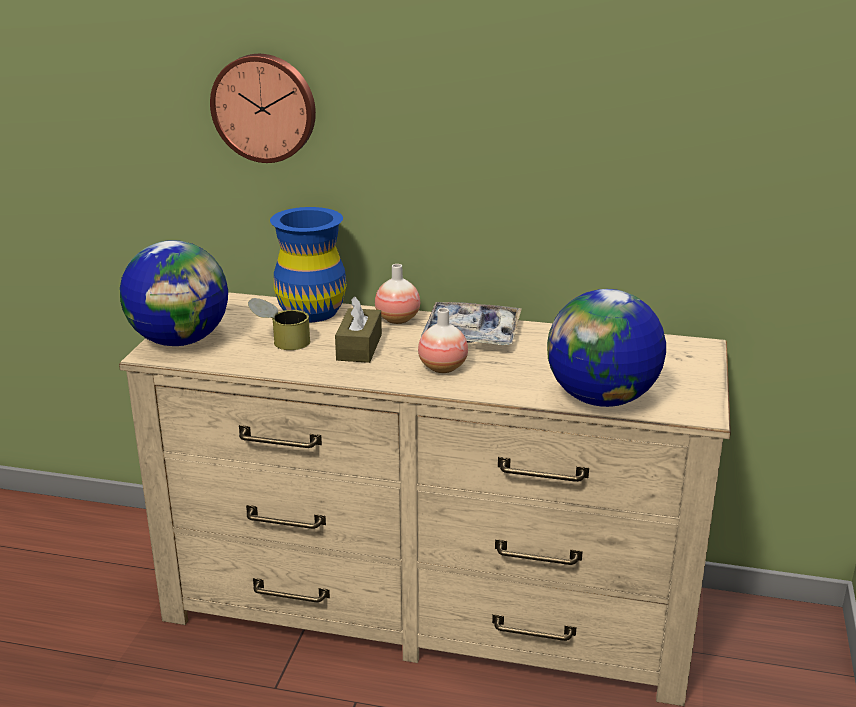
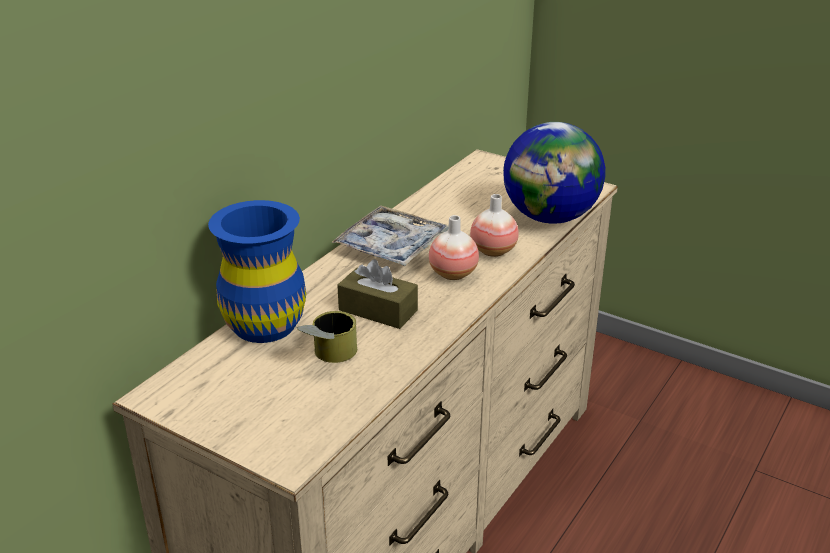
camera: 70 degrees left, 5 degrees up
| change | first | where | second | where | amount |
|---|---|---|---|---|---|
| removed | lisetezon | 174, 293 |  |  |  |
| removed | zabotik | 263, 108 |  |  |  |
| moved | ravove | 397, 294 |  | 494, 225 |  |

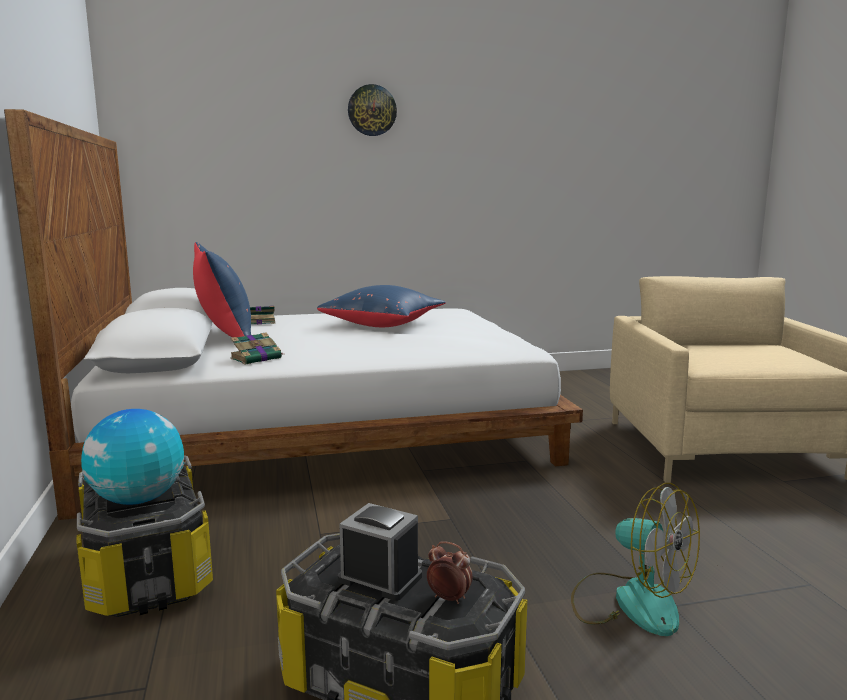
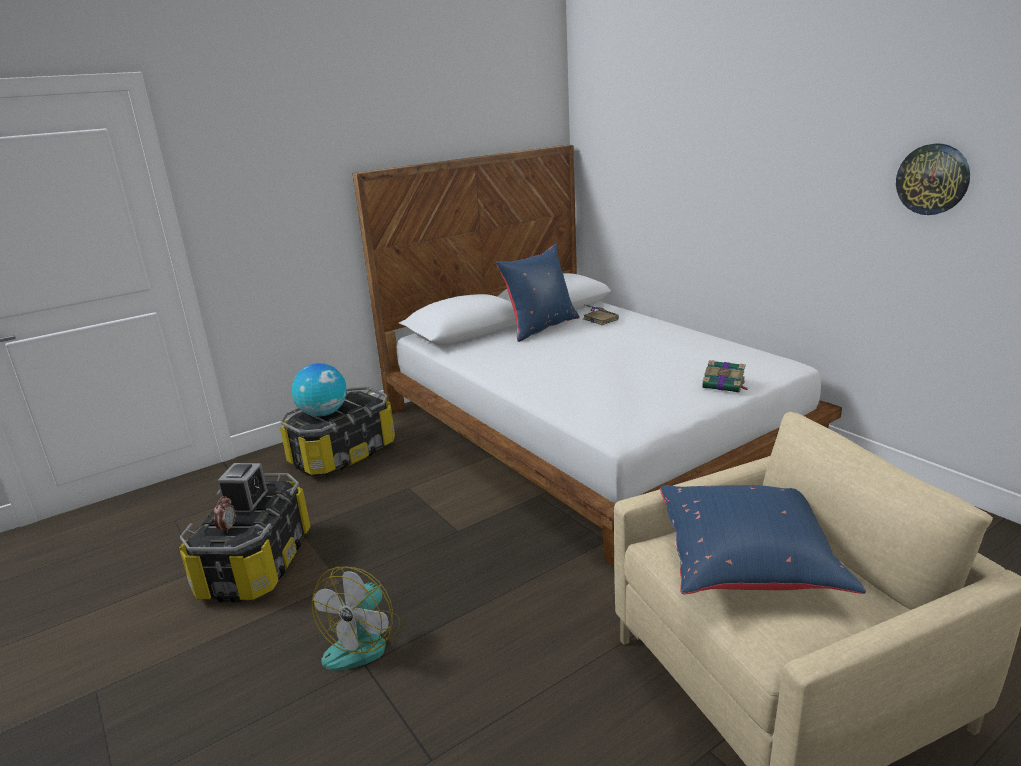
camera: 70 degrees right, 10 degrees up
| change | first | where | second | where | amount |
|---|---|---|---|---|---|
| moved | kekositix | 256, 348 |  | 724, 376 |  |
| moved | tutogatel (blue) | 381, 306 |  | 763, 539 |  |
| moved | zabotik | 372, 110 |  | 933, 179 |  |

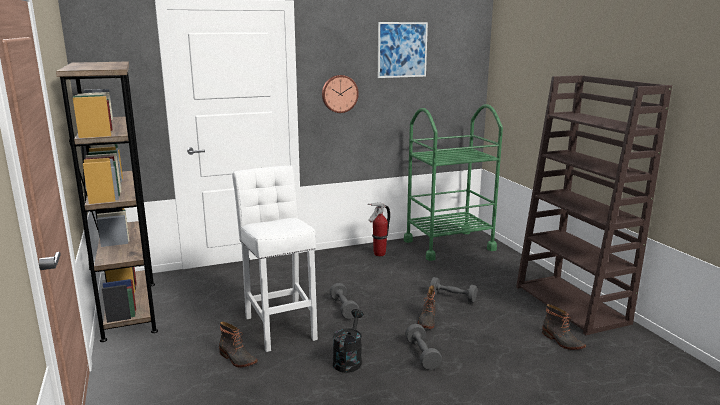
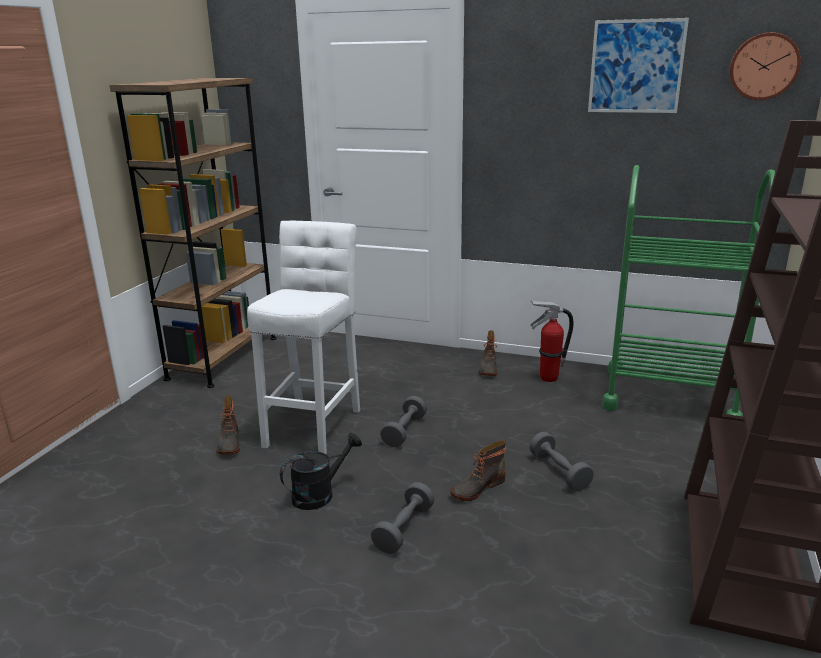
camera: 40 degrees right, 5 degrees up
| change | first | where | second | where | amount |
|---|---|---|---|---|---|
| moved | zabotik | 340, 94 |  | 765, 66 |  |
| moved | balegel | 564, 327 |  | 488, 353 |  |

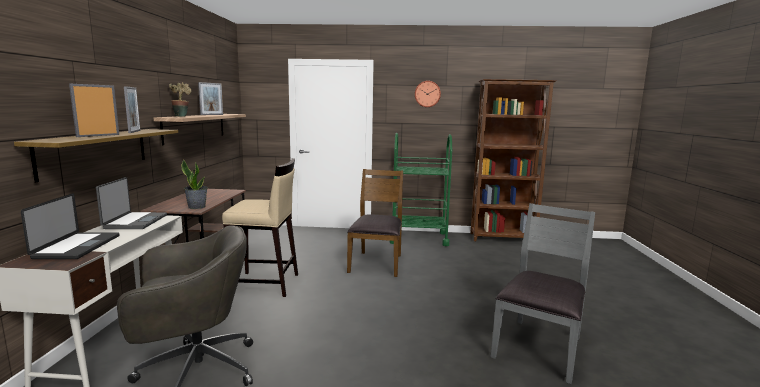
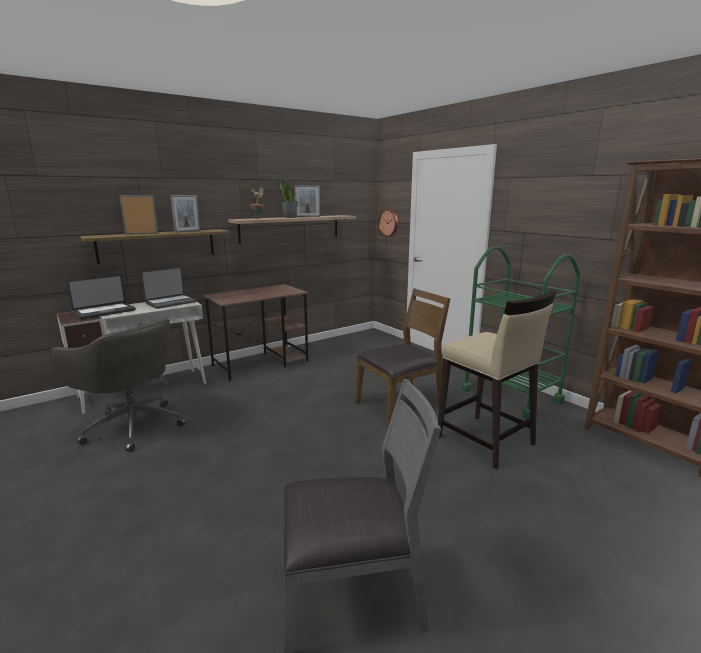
camera: 50 degrees right, 5 degrees up
| change | first | where | second | where | amount |
|---|---|---|---|---|---|
| moved | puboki | 194, 184 |  | 289, 198 |  |
| moved | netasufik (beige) | 260, 227 |  | 497, 379 |  |
| moved | zabotik | 428, 94 |  | 388, 223 |  |

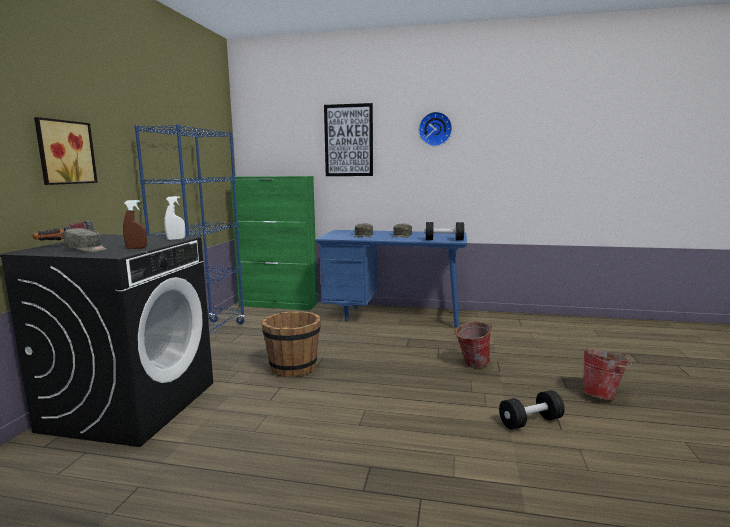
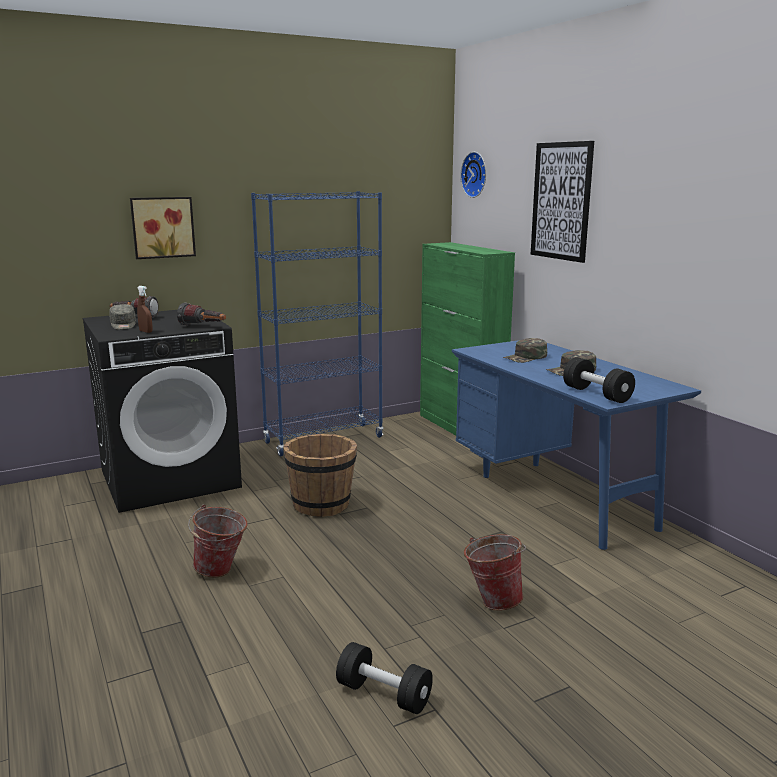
camera: 50 degrees right, 5 degrees up
| change | first | where | second | where | amount |
|---|---|---|---|---|---|
| moved | zabotik | 435, 129 |  | 473, 175 |  |
| moved | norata | 607, 374 |  | 218, 541 |  |
| replaced | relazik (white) | 174, 218 | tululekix | 201, 314 |  |

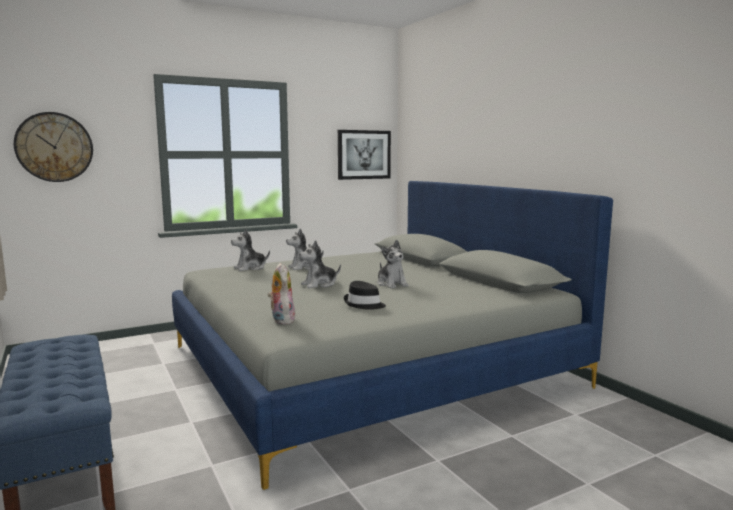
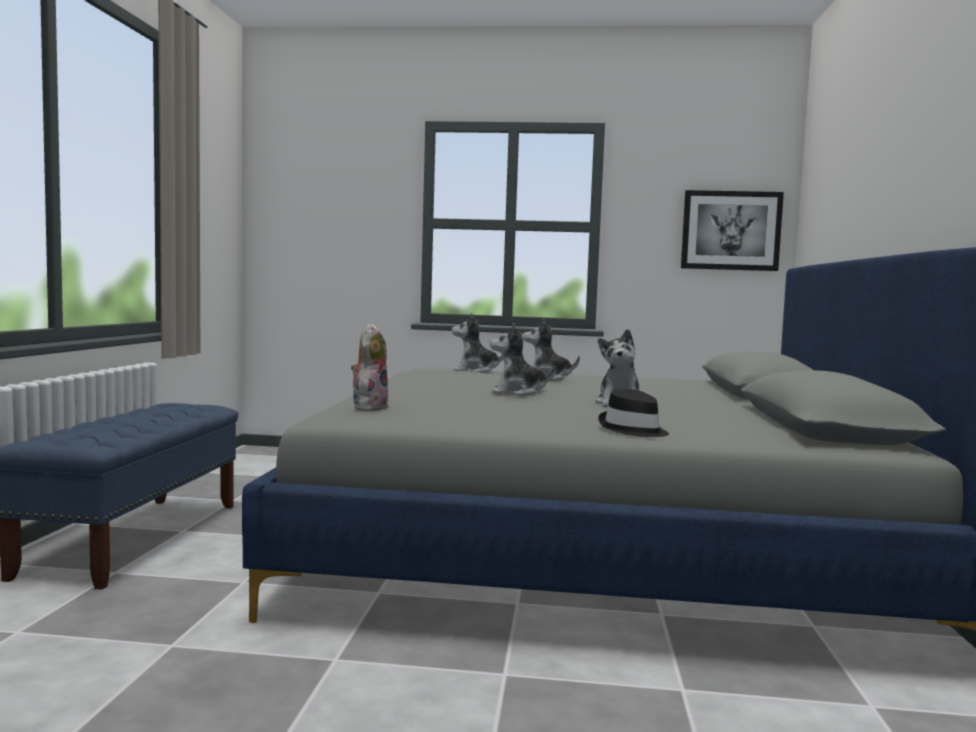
camera: 35 degrees right, 5 degrees down
| change | first | where | second | where | amount |
|---|---|---|---|---|---|
| removed | zabotik | 53, 147 |  |  |  |
| moved | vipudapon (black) | 365, 295 |  | 633, 413 |  |

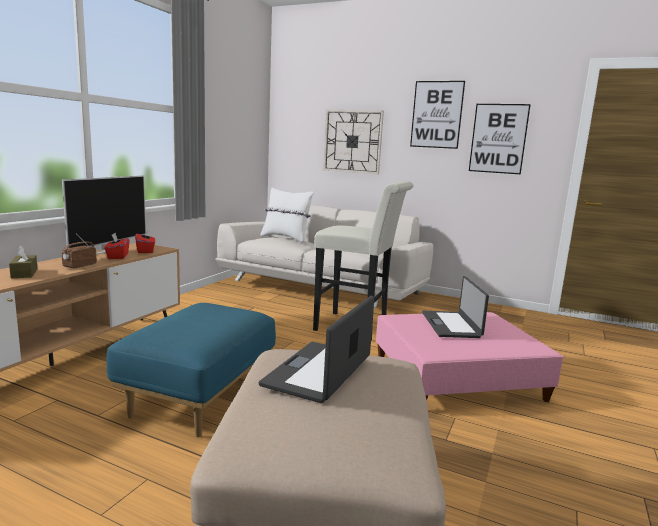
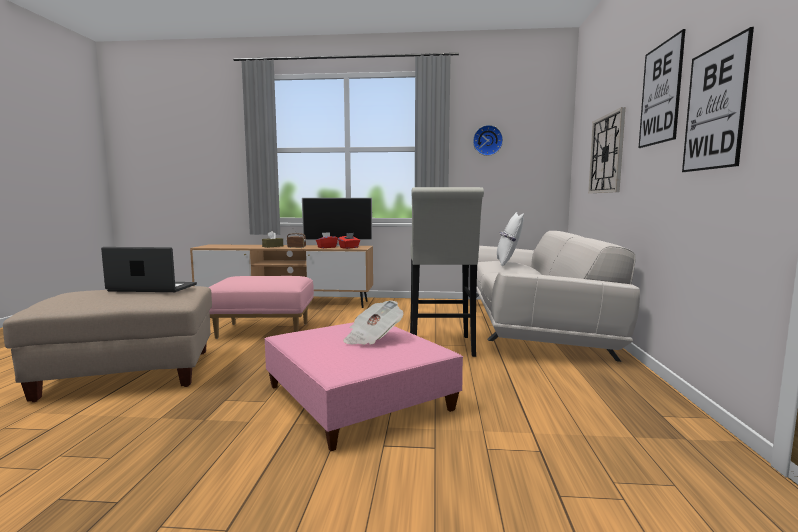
camera: 70 degrees right, 5 degrees down
| change | first | where | second | where | amount |
|---|---|---|---|---|---|
| added |  |  | zabotik | 488, 140 |  |
| replaced | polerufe | 455, 307 | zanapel | 373, 322 |  |
| recoloured | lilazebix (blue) | 191, 370 | lilazebix (pink) | 261, 307 |  |

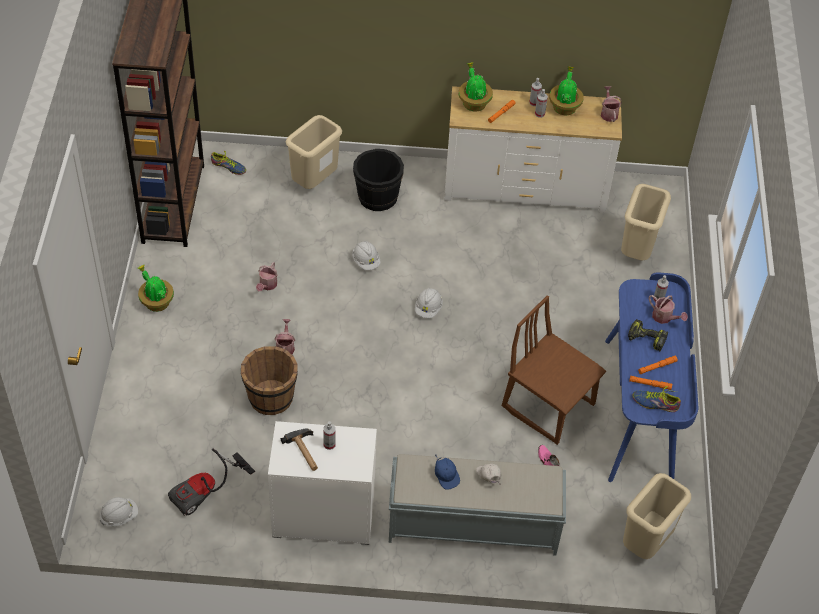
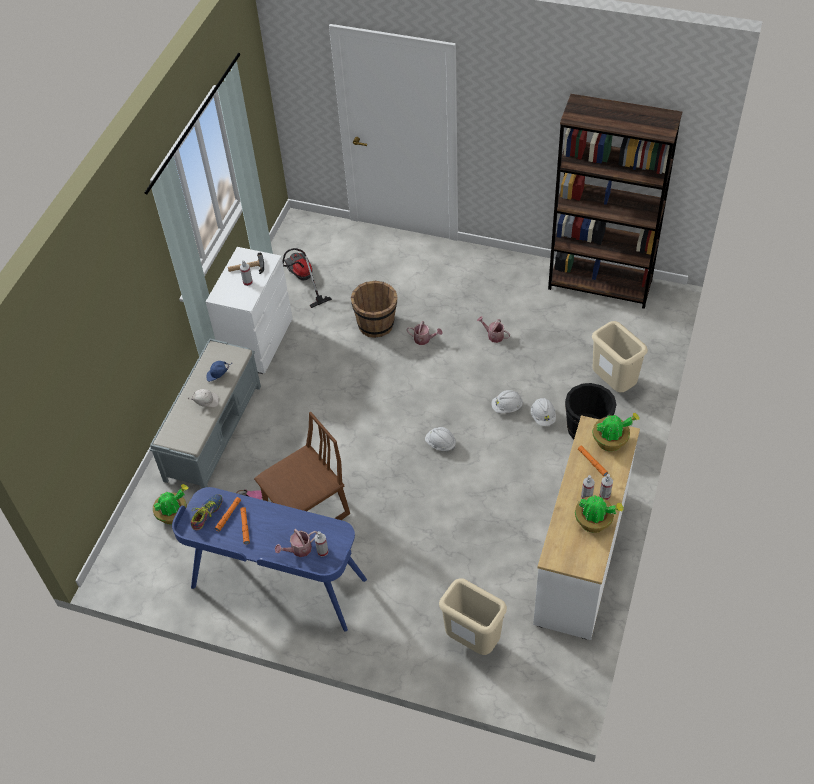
camera: 110 degrees right, 0 degrees up
| change | first | where | second | where | amount |
|---|---|---|---|---|---|
| removed | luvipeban | 228, 163 |  |  |  |
| removed | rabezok | 611, 104 |  |  |  |
| removed | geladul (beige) | 657, 516 |  |  |  |
| removed | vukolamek | 648, 335 |  |  |  |
| moved | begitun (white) | 118, 511 |  | 543, 412 |  |
| moved | puboki | 156, 288 |  | 170, 504 |  |

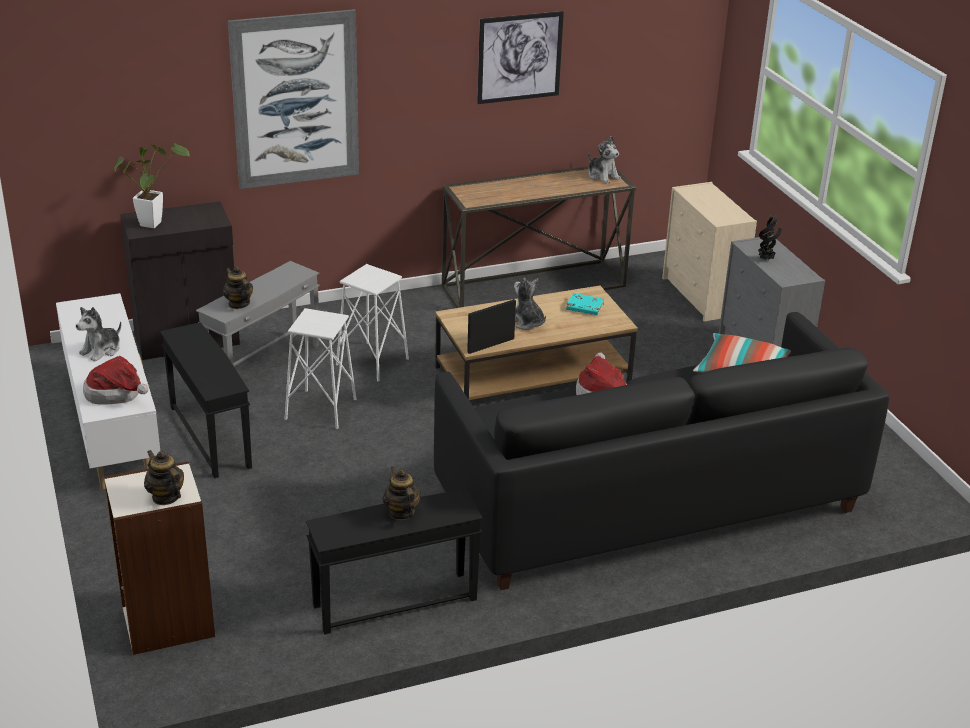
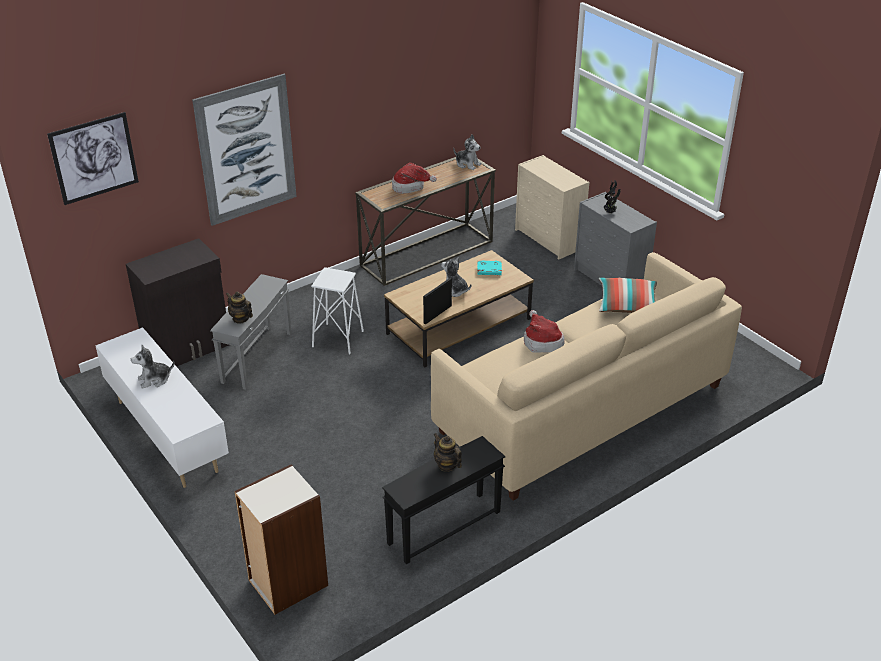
camera: 15 degrees left, 5 degrees up
| change | first | where | second | where | amount |
|---|---|---|---|---|---|
| removed | puboki | 152, 185 |  |  |  |
| removed | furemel | 164, 477 |  |  |  |
| removed | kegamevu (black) | 206, 400 |  |  |  |
| removed | netasufik (white) | 320, 368 |  |  |  |
| moved | vipudapon | 115, 380 |  | 414, 178 |  |
| moved | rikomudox | 520, 57 |  | 93, 158 |  |
| recoloured | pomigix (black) | 661, 451 | pomigix (beige) | 586, 376 |  |
| turned | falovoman | 98, 334 |  | 152, 366 | 45 degrees clockwise |

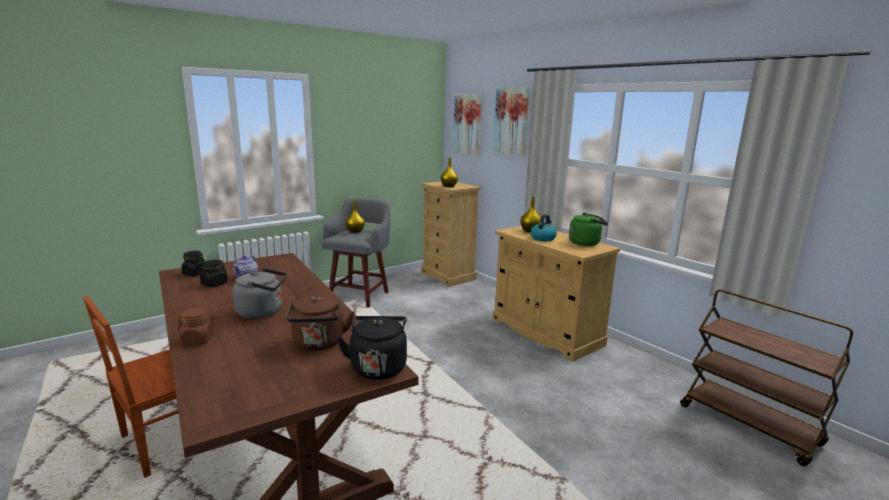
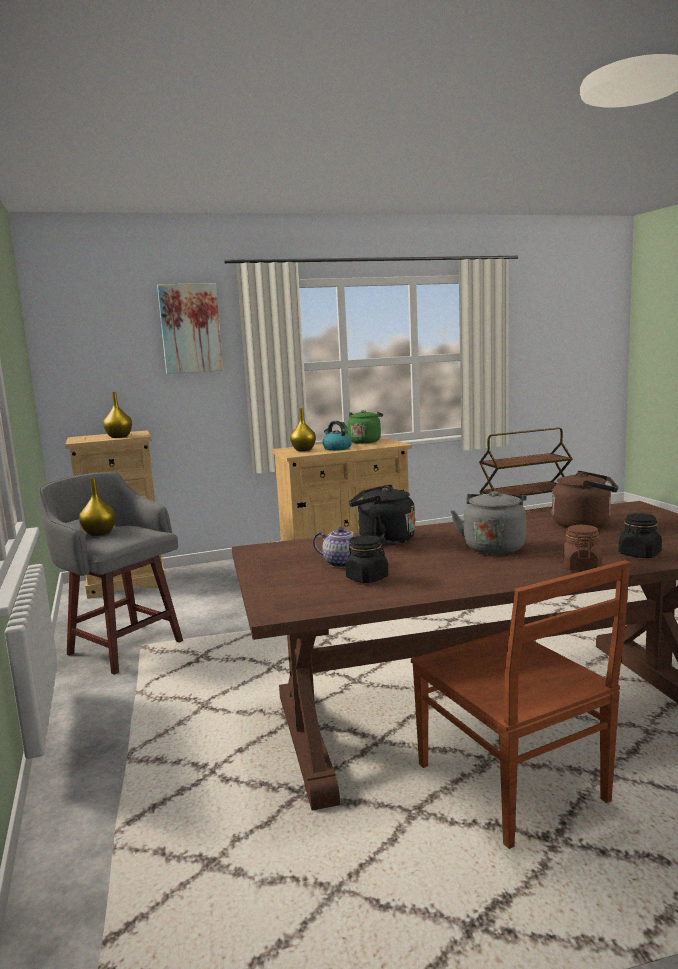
camera: 70 degrees left, 5 degrees down
| change | first | where | second | where | amount |
|---|---|---|---|---|---|
| removed | rikomudox | 467, 125 |  |  |  |
| moved | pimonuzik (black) | 193, 263 |  | 640, 535 |  |
| moved | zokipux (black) | 372, 348 |  | 382, 514 |  |

